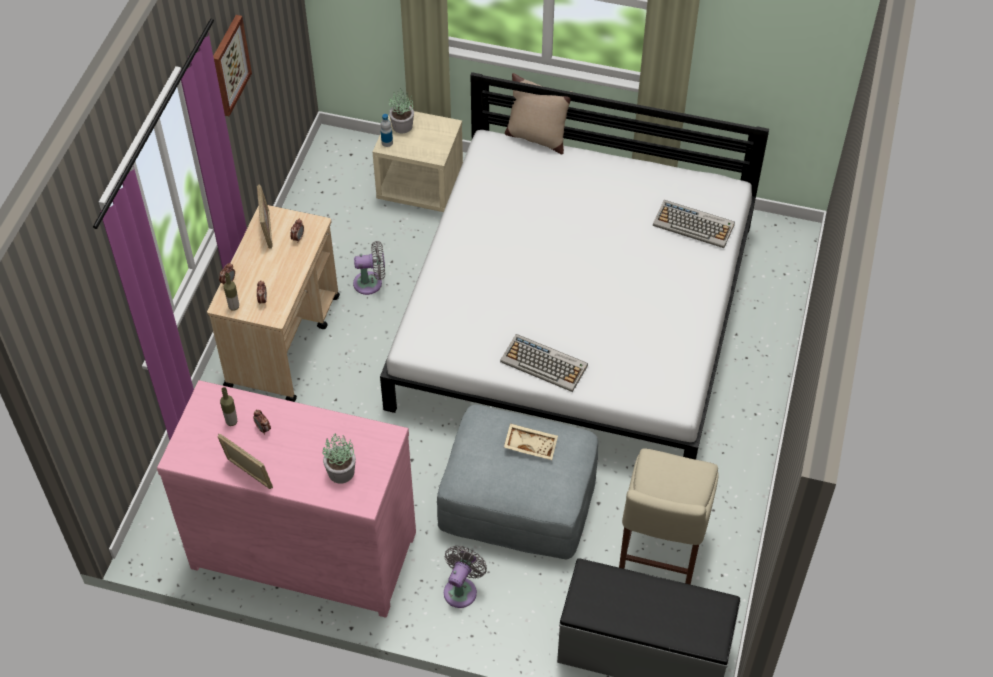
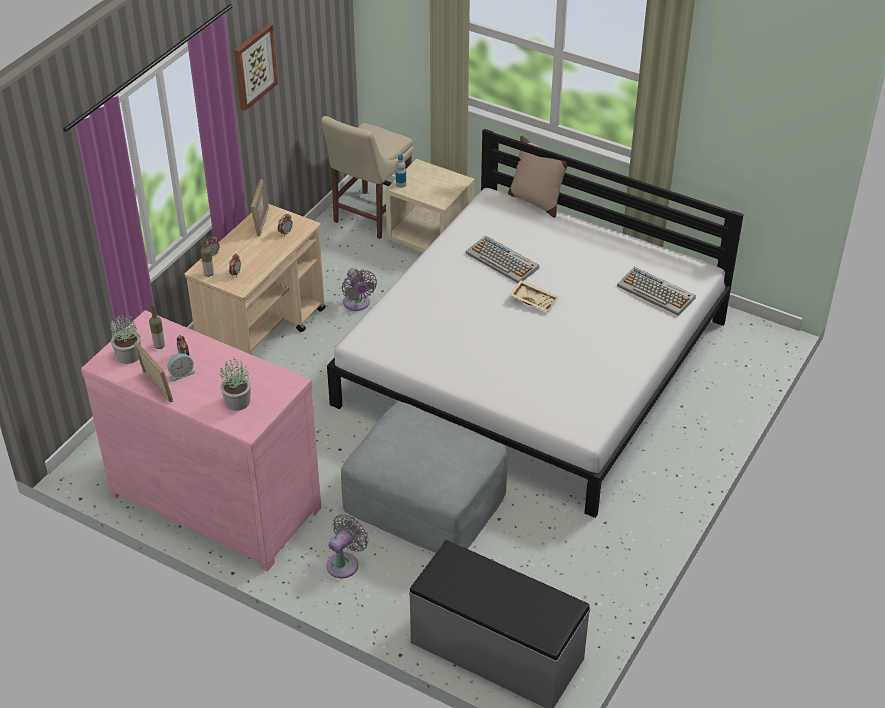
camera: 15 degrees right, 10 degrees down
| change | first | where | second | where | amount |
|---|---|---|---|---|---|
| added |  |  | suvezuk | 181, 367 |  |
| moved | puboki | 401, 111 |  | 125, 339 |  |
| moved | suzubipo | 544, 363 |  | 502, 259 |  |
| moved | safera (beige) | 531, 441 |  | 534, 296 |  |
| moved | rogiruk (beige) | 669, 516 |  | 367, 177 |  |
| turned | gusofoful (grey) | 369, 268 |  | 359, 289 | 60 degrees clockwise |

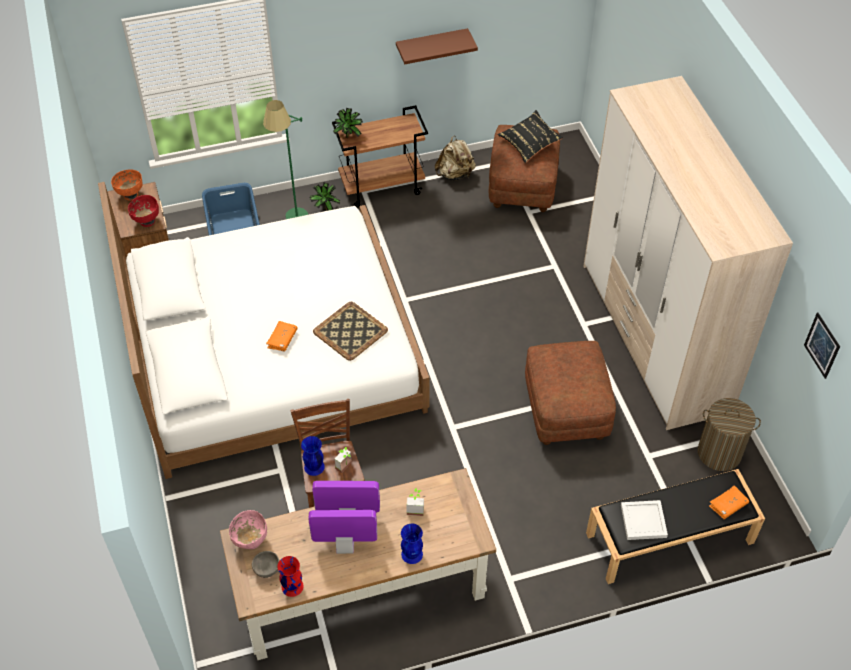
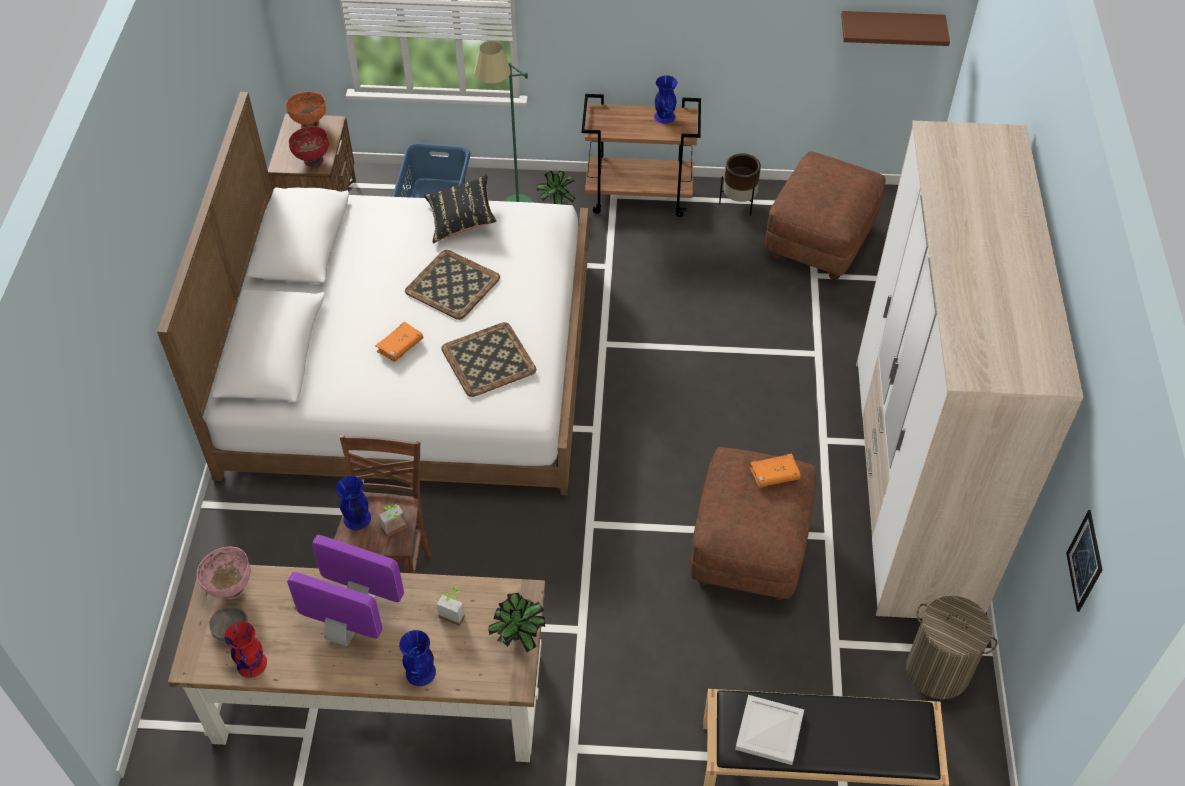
camera: 20 degrees right, 0 degrees up
| change | first | where | second | where | amount |
|---|---|---|---|---|---|
| added |  |  | safera | 452, 285 |  |
| added |  |  | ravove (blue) | 665, 99 |  |
| moved | puboki | 348, 123 |  | 516, 622 |  |
| moved | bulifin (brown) | 437, 46 |  | 895, 28 |  |
| moved | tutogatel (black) | 530, 136 |  | 460, 208 |  |
| moved | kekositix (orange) | 729, 502 |  | 775, 471 |  |
| replaced | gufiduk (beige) | 455, 158 | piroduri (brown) | 740, 184 |  |

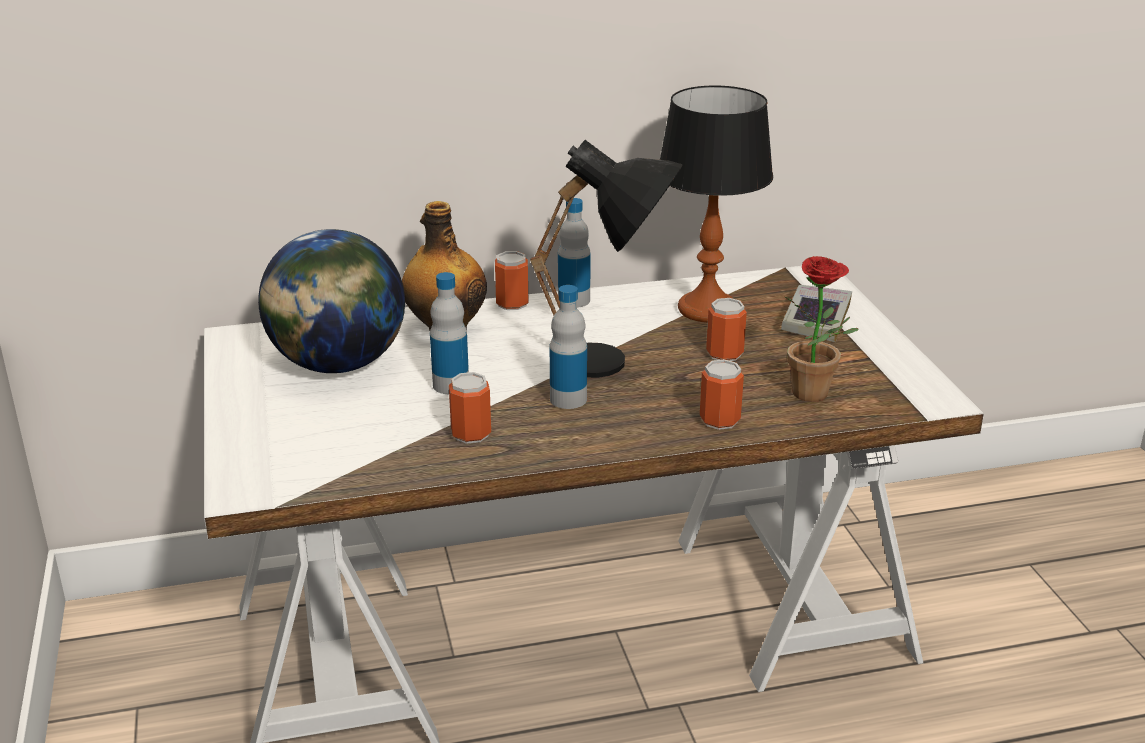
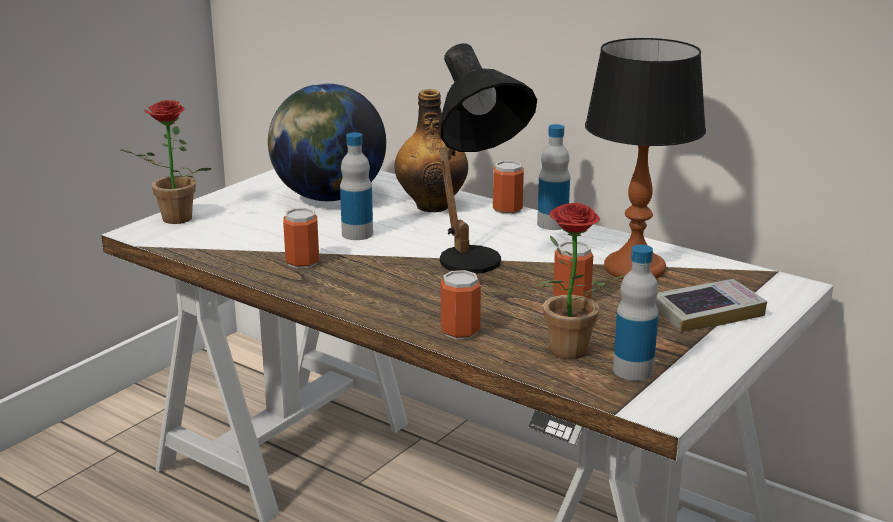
camera: 50 degrees right, 5 degrees down
| change | first | where | second | where | amount |
|---|---|---|---|---|---|
| added |  |  | puboki | 165, 162 |  |
| moved | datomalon | 568, 347 |  | 636, 313 |  |

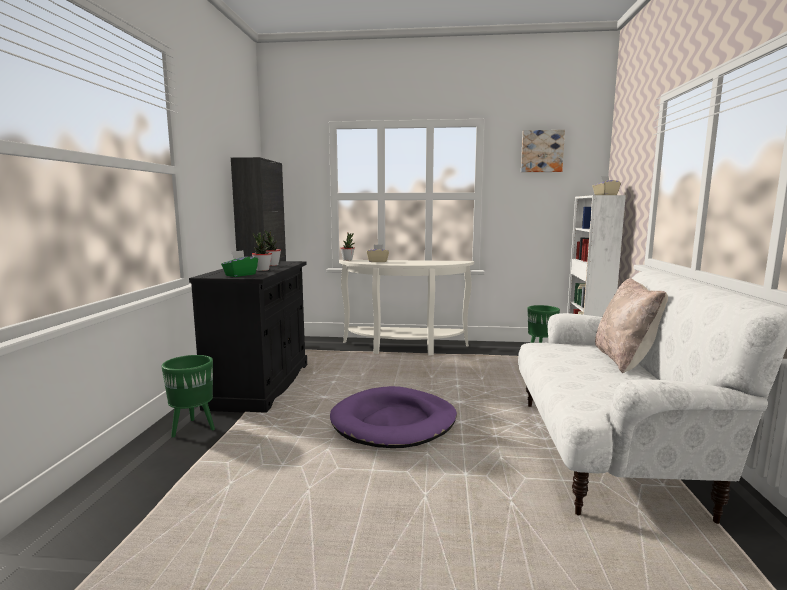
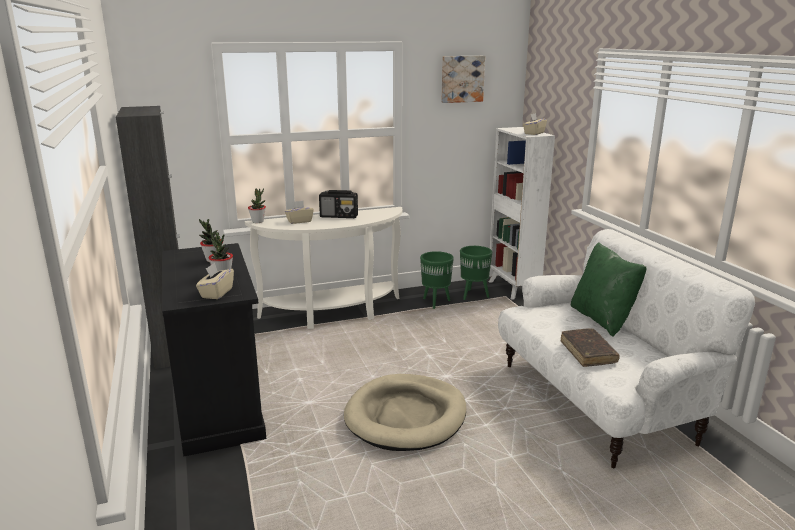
camera: 25 degrees left, 10 degrees up
| change | first | where | second | where | amount |
|---|---|---|---|---|---|
| added |  |  | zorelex | 338, 204 |  |
| added |  |  | kekositix (brown) | 590, 348 |  |
| moved | piroduri (green) | 188, 396 |  | 437, 280 |  |
| recoloured | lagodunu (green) | 239, 263 | lagodunu (beige) | 215, 281 |  |
| recoloured | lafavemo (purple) | 393, 417 | lafavemo (beige) | 405, 412 |  |
| recoloured | tutogatel (beige) | 631, 325 | tutogatel (green) | 609, 290 |  |

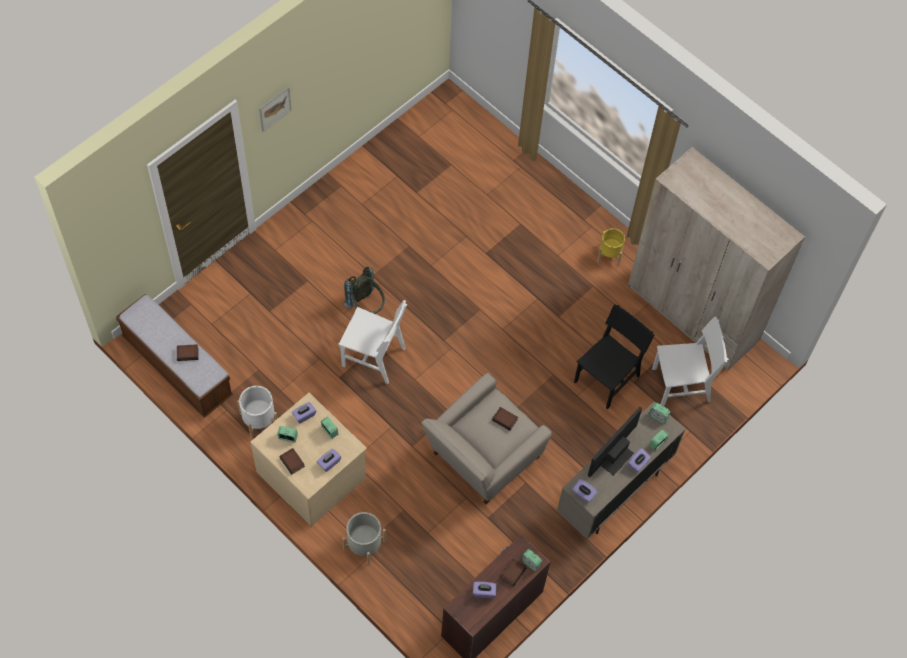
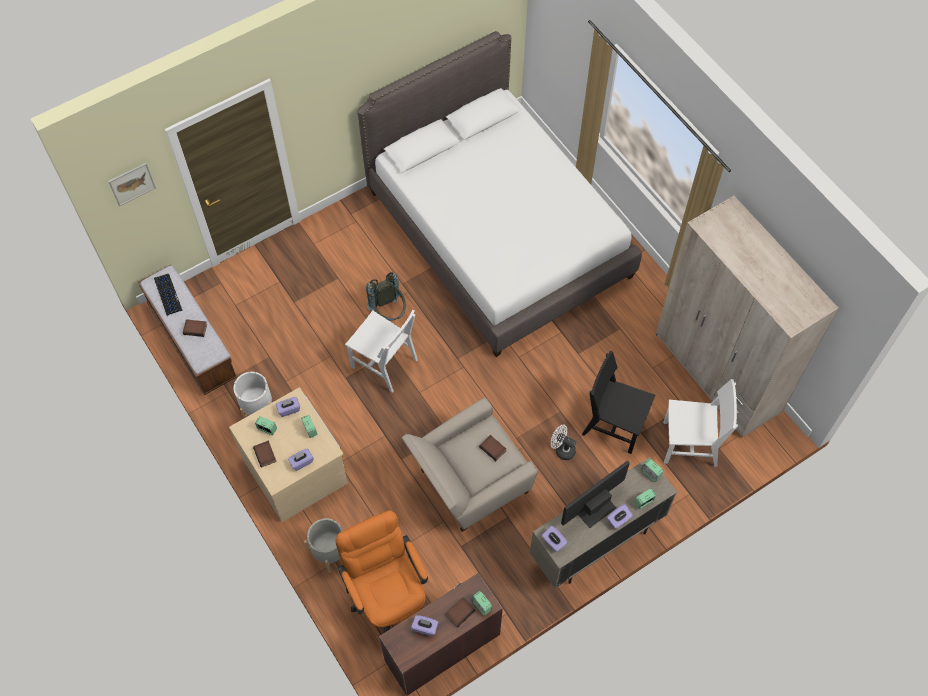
camera: 15 degrees right, 0 degrees up
| change | first | where | second | where | amount |
|---|---|---|---|---|---|
| removed | piroduri (yellow) | 611, 247 |  |  |  |
| added |  |  | suzubipo | 168, 294 |  |
| added |  |  | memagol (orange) | 381, 571 |  |
| added |  |  | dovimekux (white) | 499, 194 |  |
| added |  |  | gusofoful (white) | 563, 442 |  |
| moved | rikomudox | 275, 109 |  | 132, 184 |  |
| turned | rogiruk (black) | 614, 356 |  | 618, 402 | 120 degrees counterclockwise |

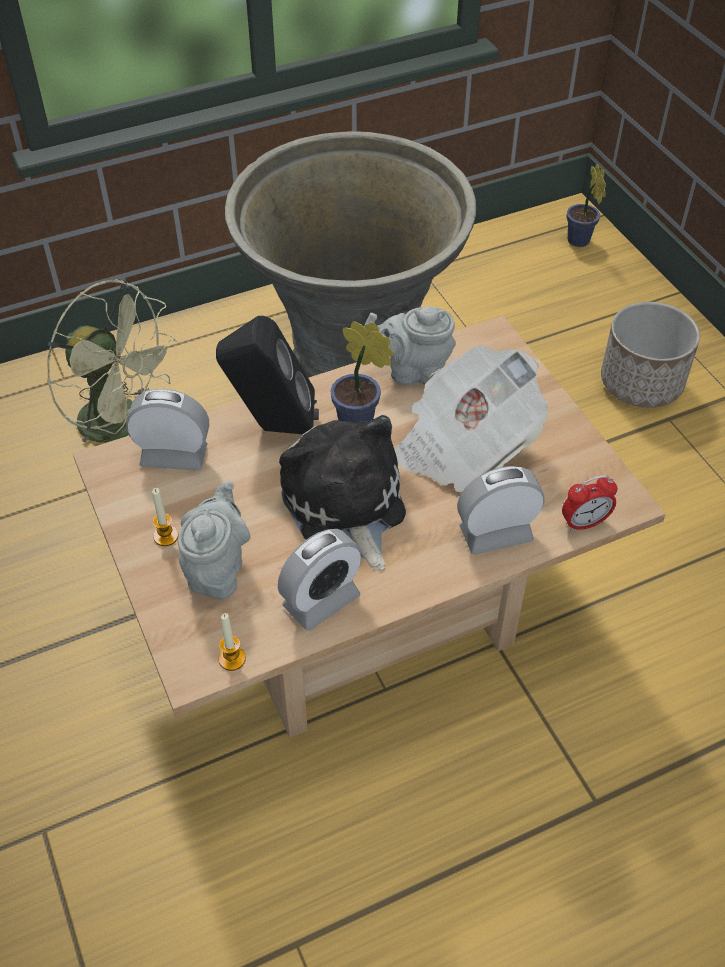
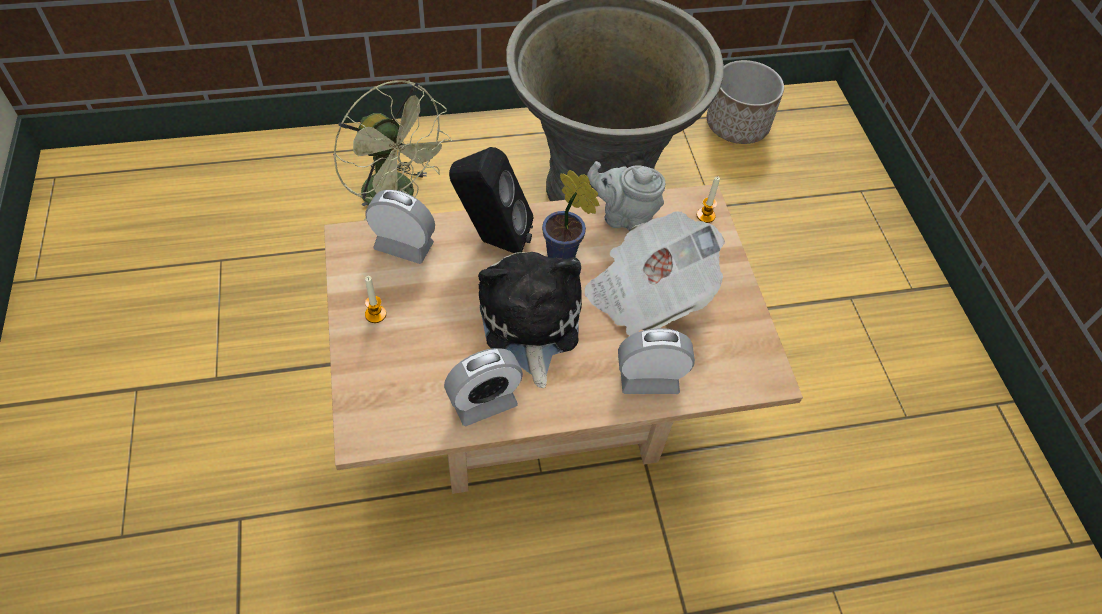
camera: 10 degrees right, 5 degrees up
| change | first | where | second | where | amount |
|---|---|---|---|---|---|
| removed | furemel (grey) | 214, 540 |  |  |  |
| removed | suvezuk | 590, 503 |  |  |  |
| removed | puboki | 586, 205 |  |  |  |
| moved | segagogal | 232, 642 |  | 708, 200 |  |
| moved | piroduri | 650, 355 |  | 745, 102 |  |

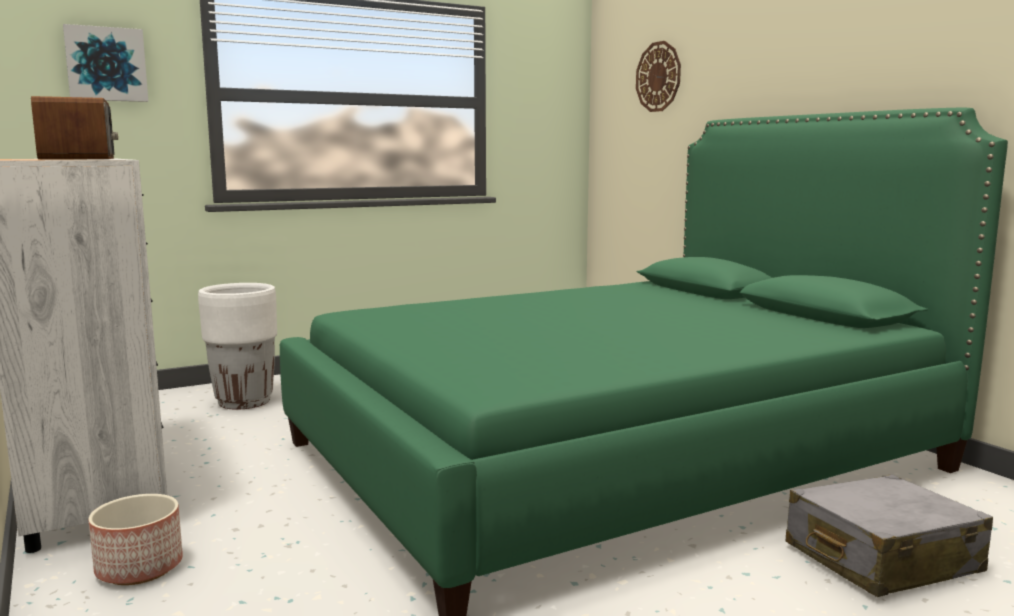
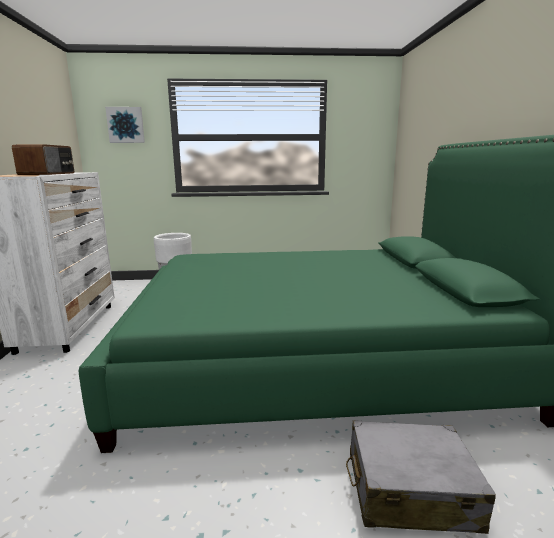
camera: 25 degrees right, 5 degrees up
| change | first | where | second | where | amount |
|---|---|---|---|---|---|
| removed | piroduri | 136, 539 |  |  |  |
| removed | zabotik | 658, 76 |  |  |  |

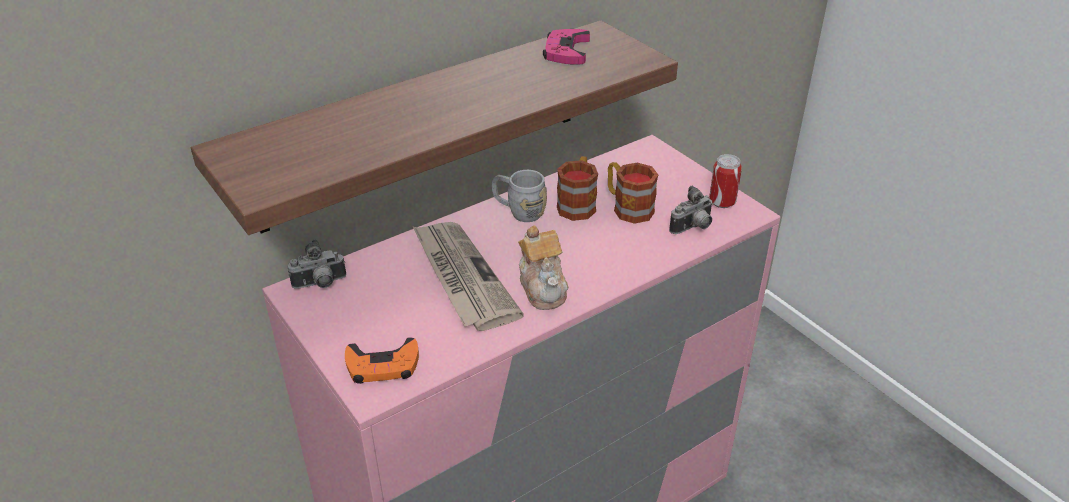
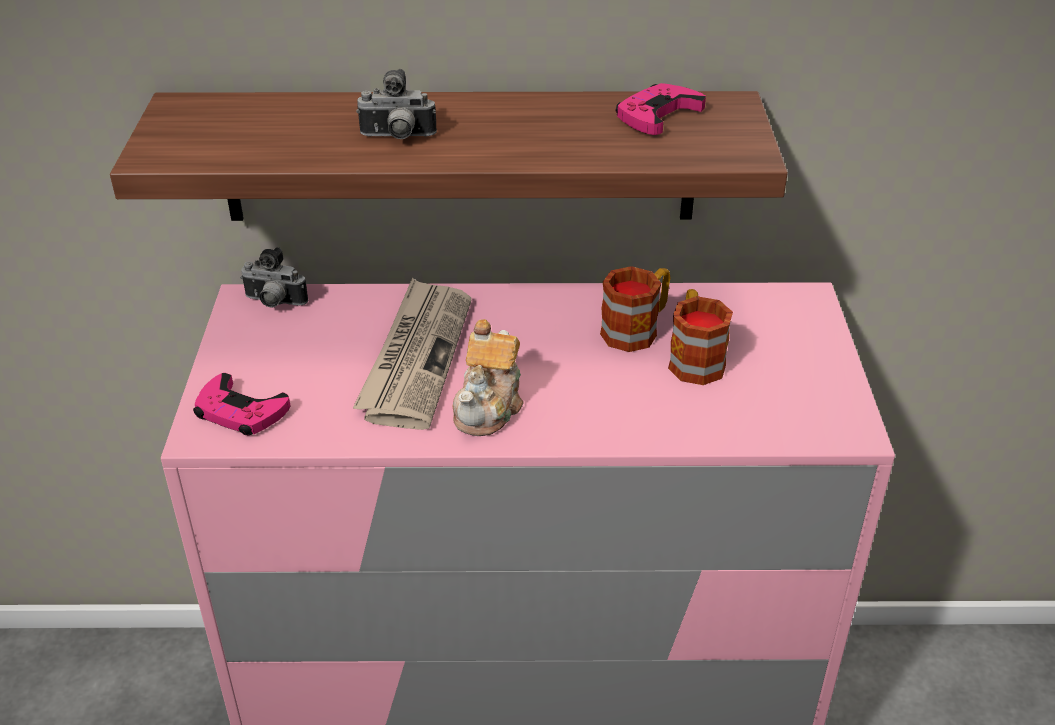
camera: 35 degrees right, 0 degrees up
| change | first | where | second | where | amount |
|---|---|---|---|---|---|
| removed | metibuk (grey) | 519, 196 |  |  |  |
| removed | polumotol | 725, 181 |  |  |  |
| moved | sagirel | 691, 210 |  | 396, 104 |  |
| recoloured | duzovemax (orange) | 382, 360 | duzovemax (pink) | 242, 404 |  |

